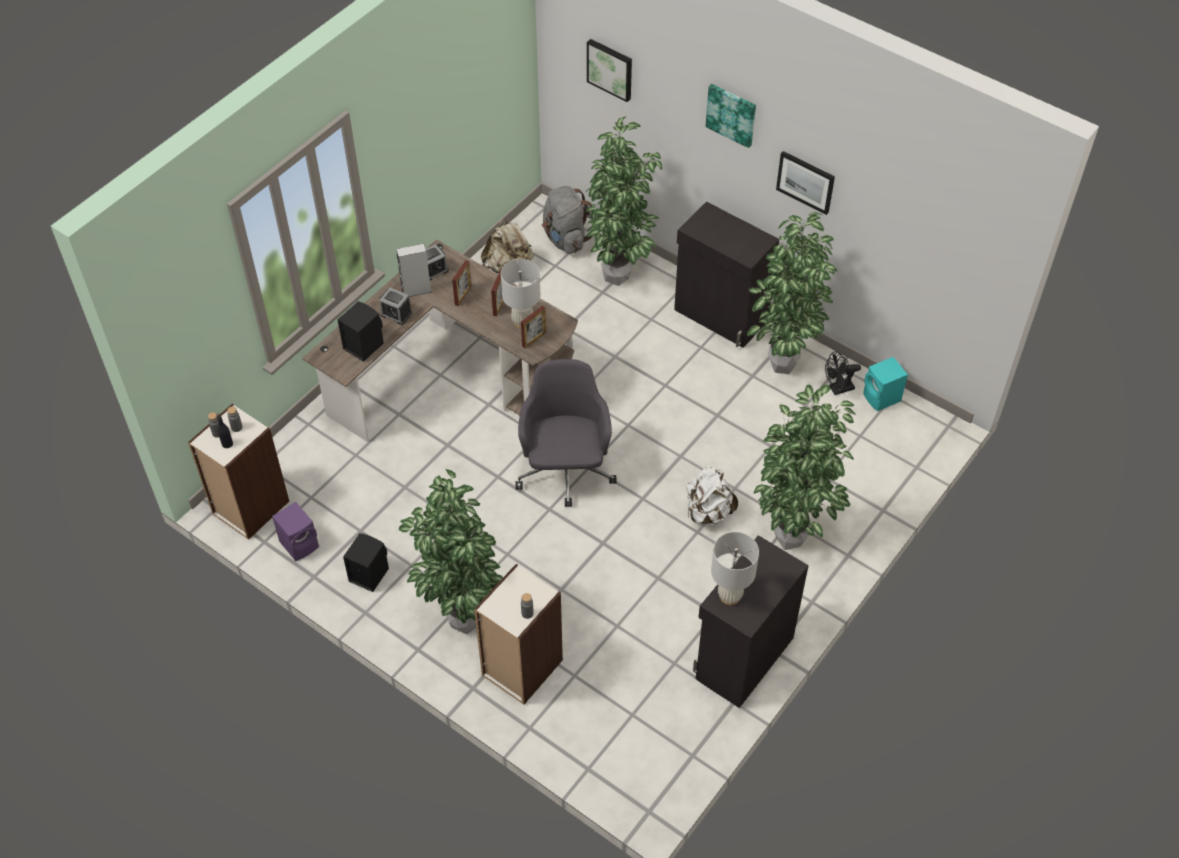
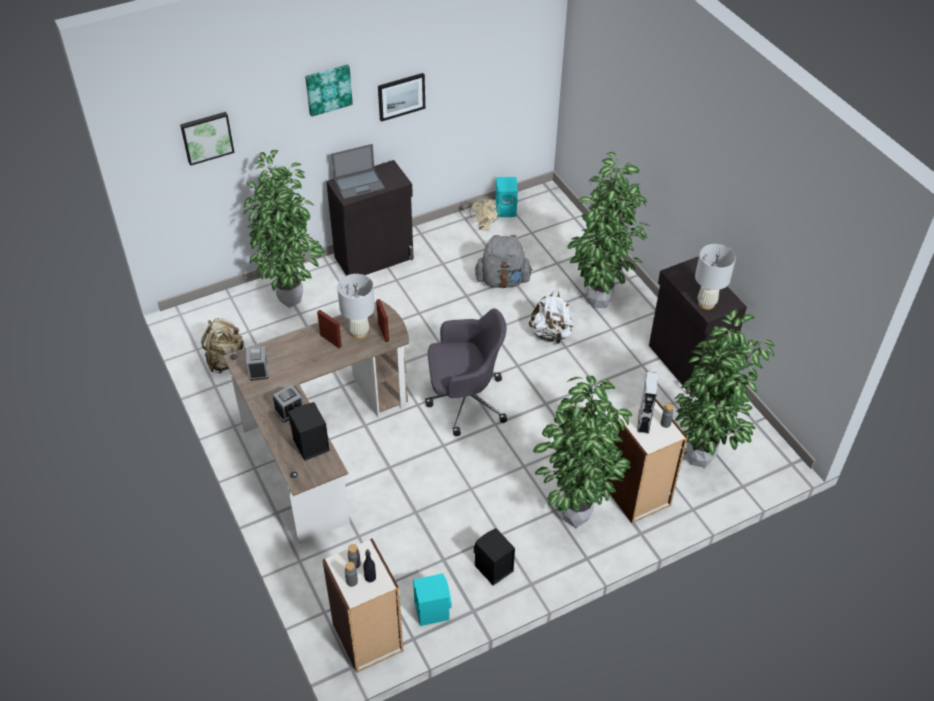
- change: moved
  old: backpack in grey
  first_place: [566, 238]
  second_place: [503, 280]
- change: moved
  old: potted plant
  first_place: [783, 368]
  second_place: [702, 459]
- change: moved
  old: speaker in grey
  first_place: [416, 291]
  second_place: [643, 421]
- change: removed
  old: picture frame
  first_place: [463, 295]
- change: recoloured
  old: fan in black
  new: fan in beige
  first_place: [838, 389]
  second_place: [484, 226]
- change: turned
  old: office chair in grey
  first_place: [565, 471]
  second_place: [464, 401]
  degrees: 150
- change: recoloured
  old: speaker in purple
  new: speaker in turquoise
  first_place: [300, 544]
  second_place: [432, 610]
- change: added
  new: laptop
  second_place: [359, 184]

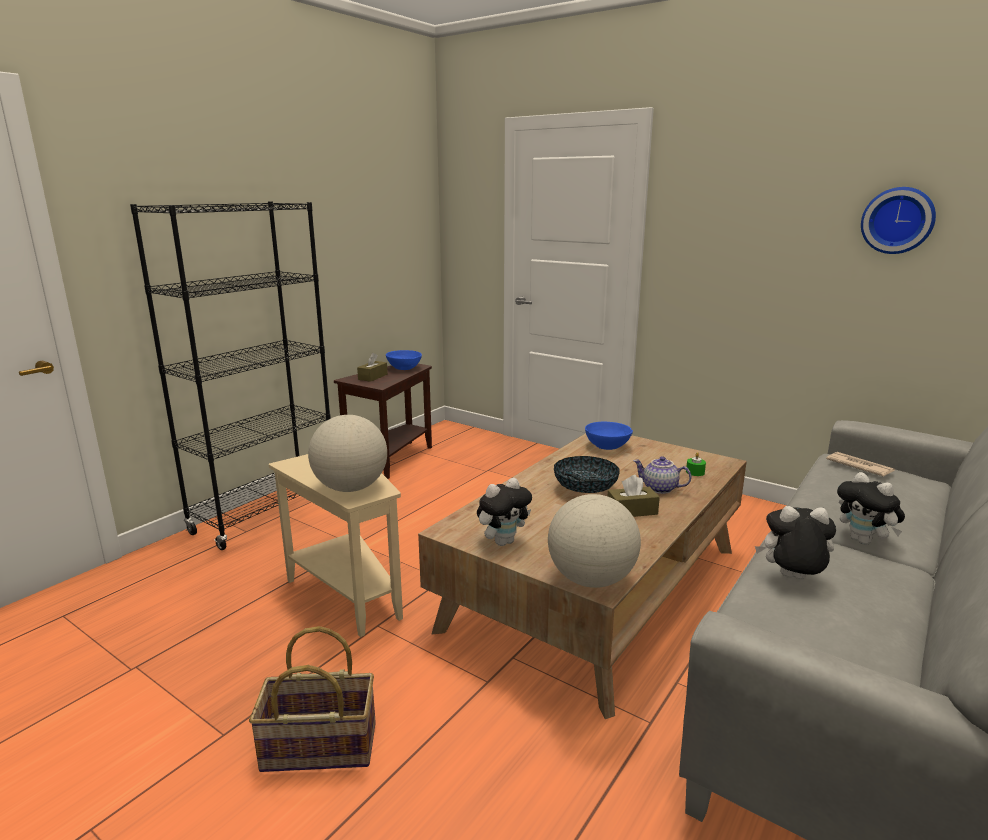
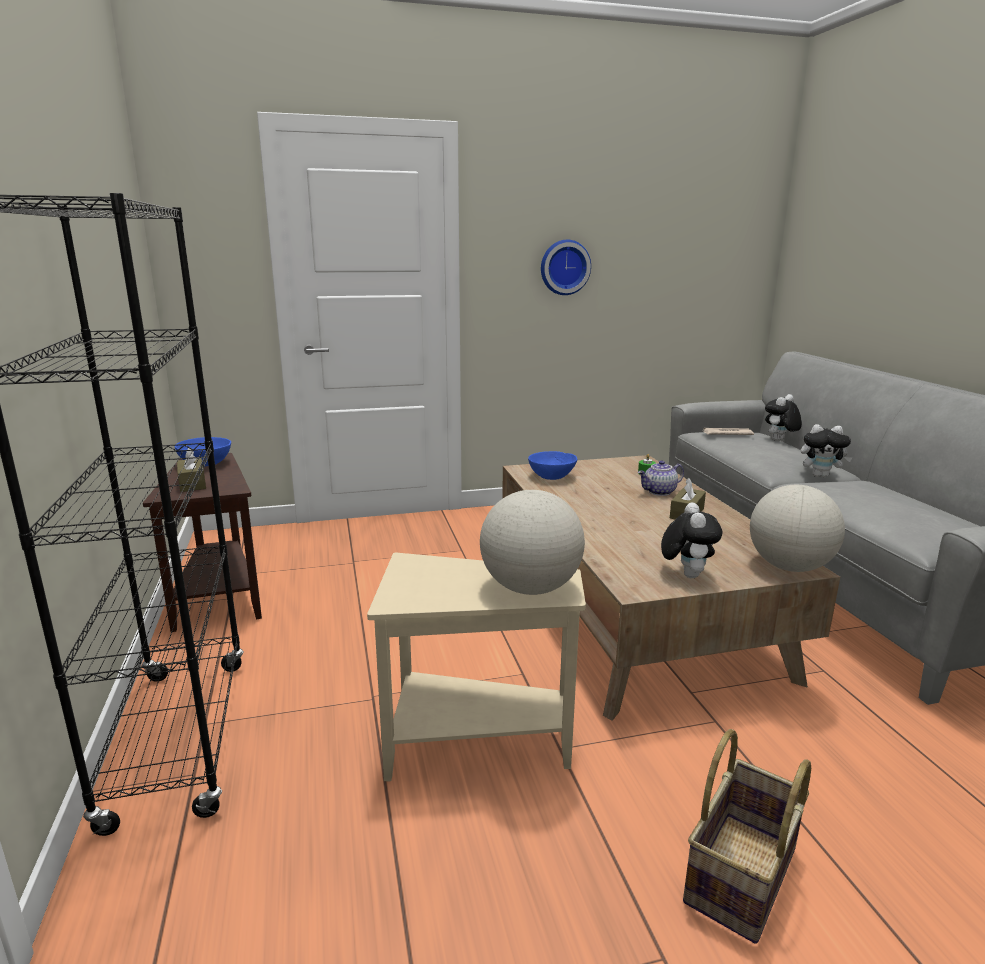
- change: moved
  old: wall clock
  first_place: [897, 220]
  second_place: [564, 267]
- change: removed
  old: bowl
  first_place: [585, 489]
- change: moved
  old: plush toy
  first_place: [791, 579]
  second_place: [779, 441]

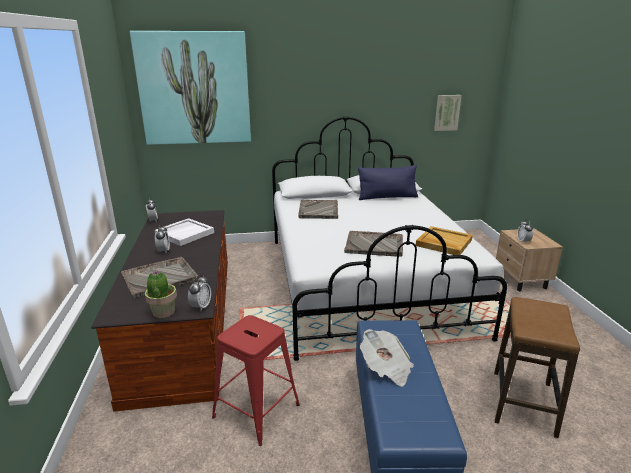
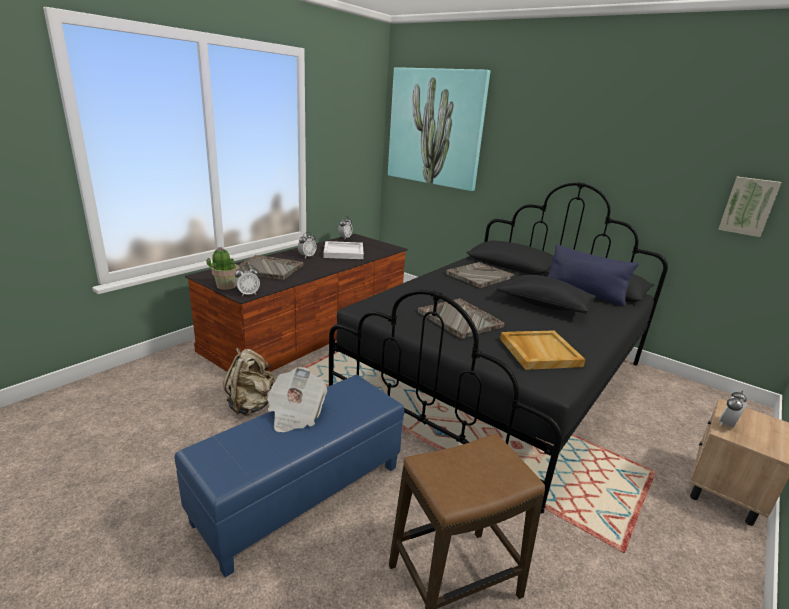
- change: recoloured
  old: bed in white
  new: bed in black
  first_place: [364, 283]
  second_place: [498, 378]
- change: replaced
  old: stool in red
  new: backpack in beige
  first_place: [256, 411]
  second_place: [251, 405]
- change: added
  new: pillow in black
  second_place: [543, 305]

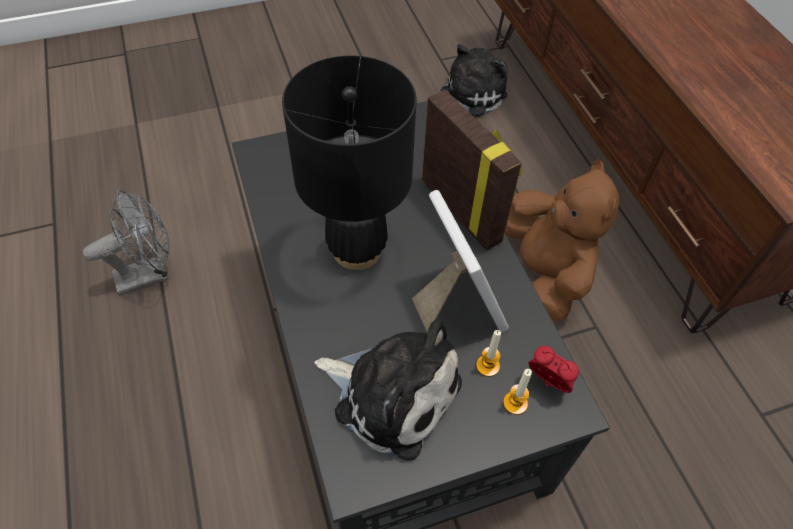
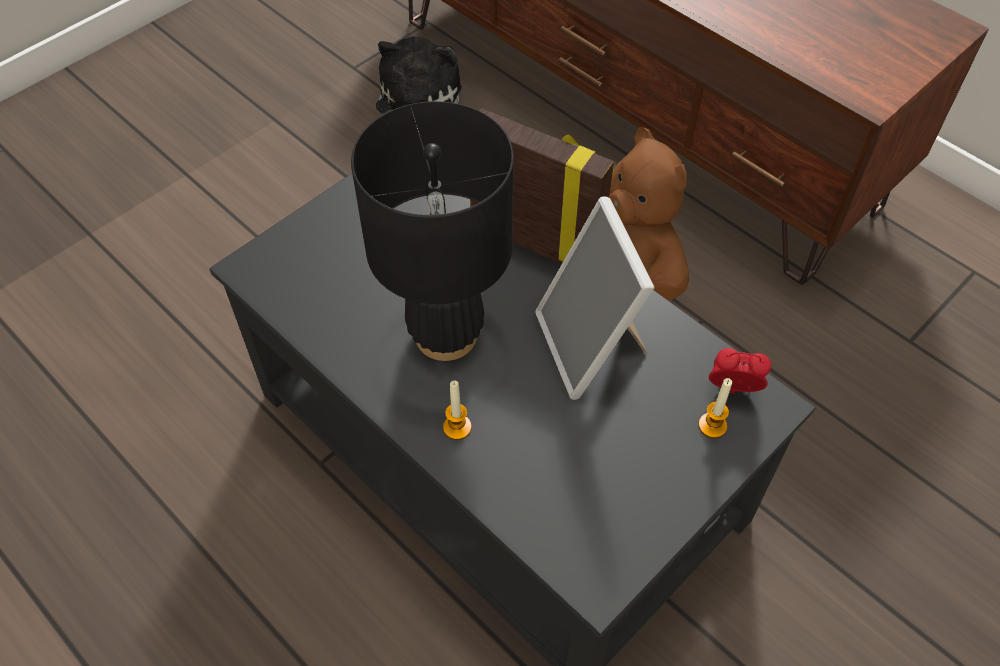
- change: removed
  old: fan in grey
  first_place: [149, 274]
- change: turned
  old: picture frame
  first_place: [457, 303]
  second_place: [591, 347]
  degrees: -150
- change: removed
  old: plush toy
  first_place: [391, 393]
- change: moved
  old: candle
  first_place: [487, 366]
  second_place: [457, 427]

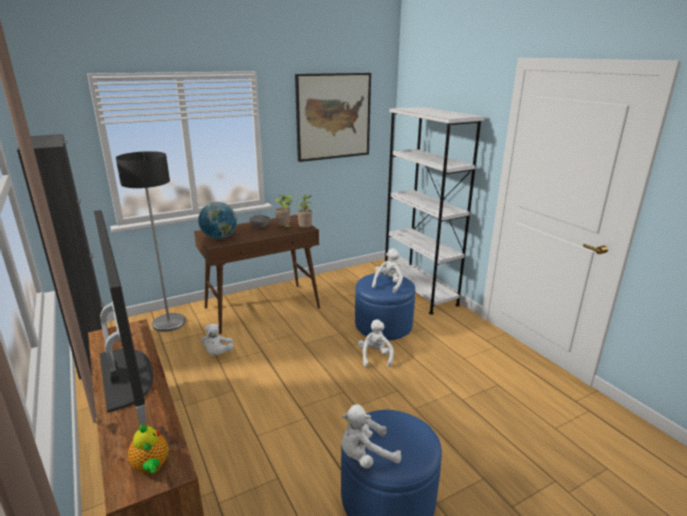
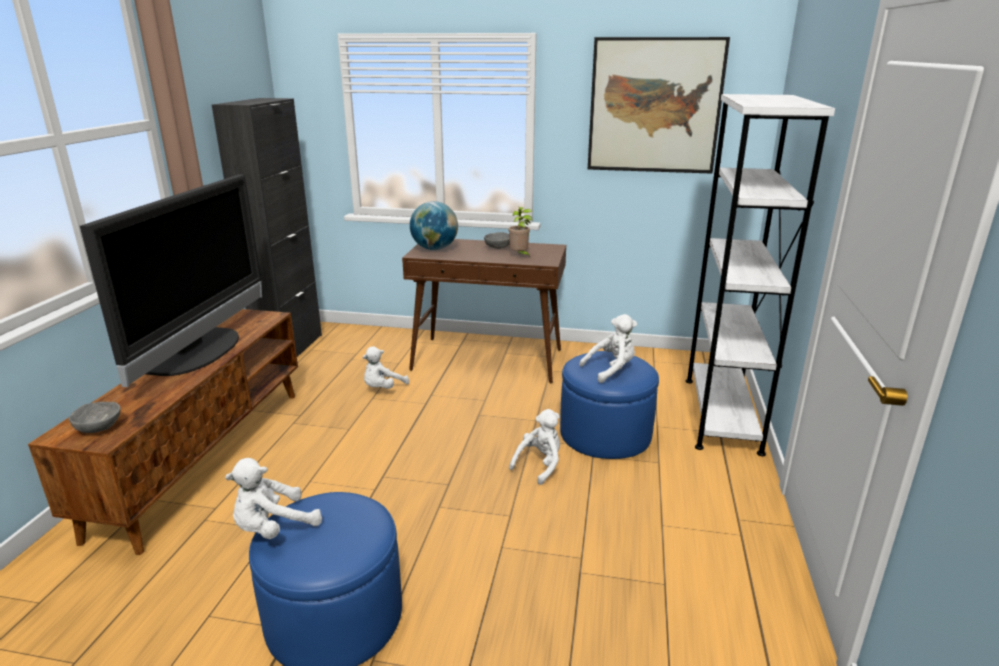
- change: removed
  old: floor lamp
  first_place: [169, 323]
- change: removed
  old: potted plant
  first_place: [305, 230]
- change: turned
  old: plush toy in white
  first_place: [365, 456]
  second_place: [273, 528]
  degrees: -60
- change: replaced
  old: teapot
  new: bowl in grey
  first_place: [151, 467]
  second_place: [99, 428]

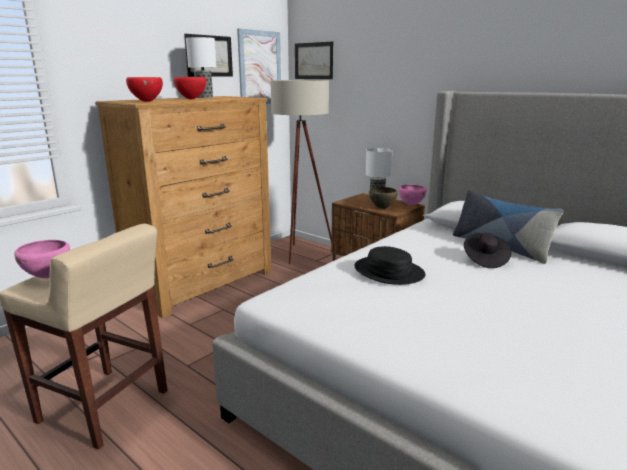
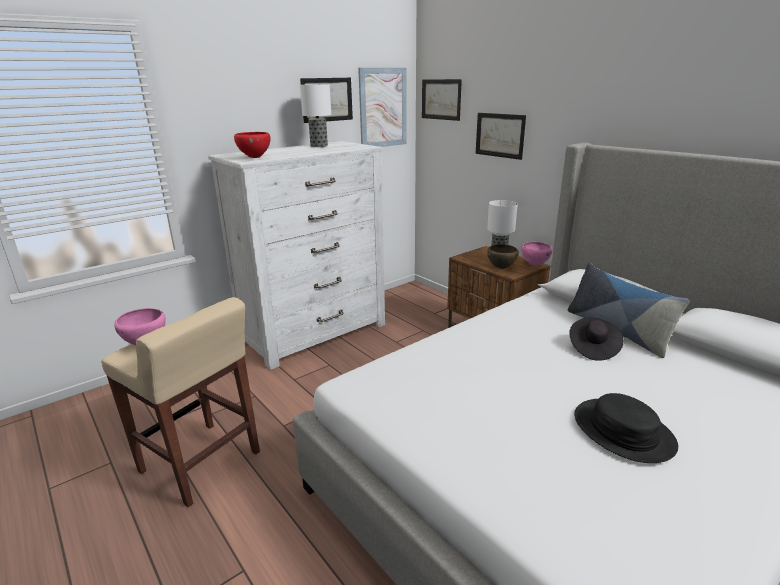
- change: removed
  old: bowl in red
  first_place: [191, 99]
- change: removed
  old: floor lamp in beige
  first_place: [302, 256]
- change: recoloured
  old: dresser in brown
  new: dresser in white
  first_place: [203, 283]
  second_place: [315, 333]
- change: moved
  old: hat in black
  first_place: [388, 272]
  second_place: [622, 431]
- change: added
  new: picture
  second_place: [499, 135]

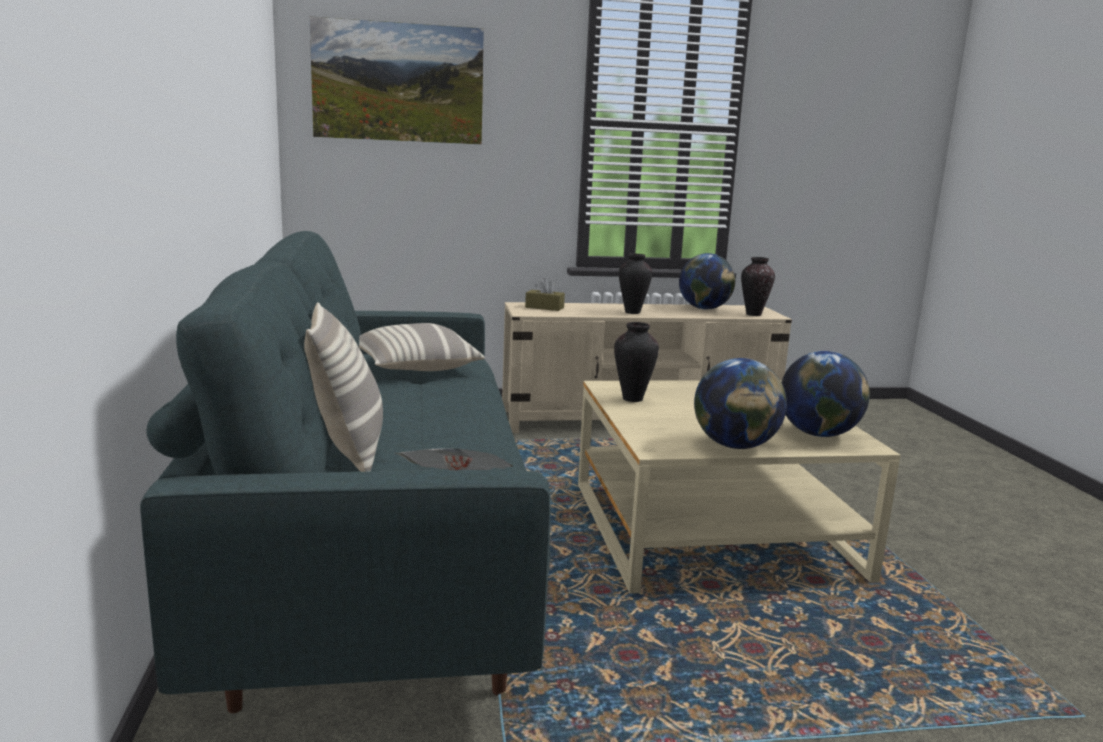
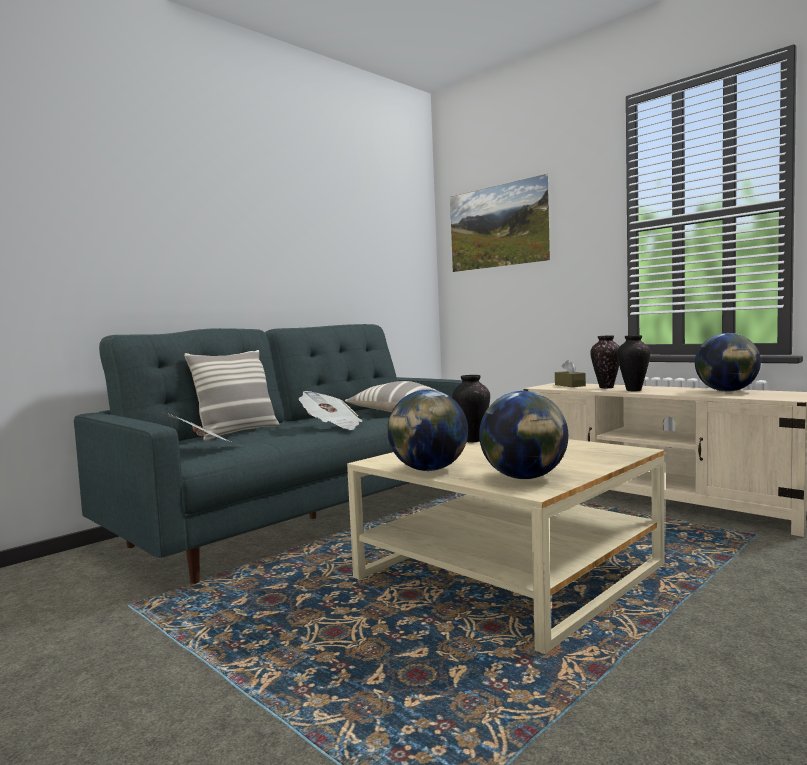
- change: moved
  old: vase
  first_place: [753, 314]
  second_place: [607, 387]
- change: added
  new: newspaper
  second_place: [332, 427]

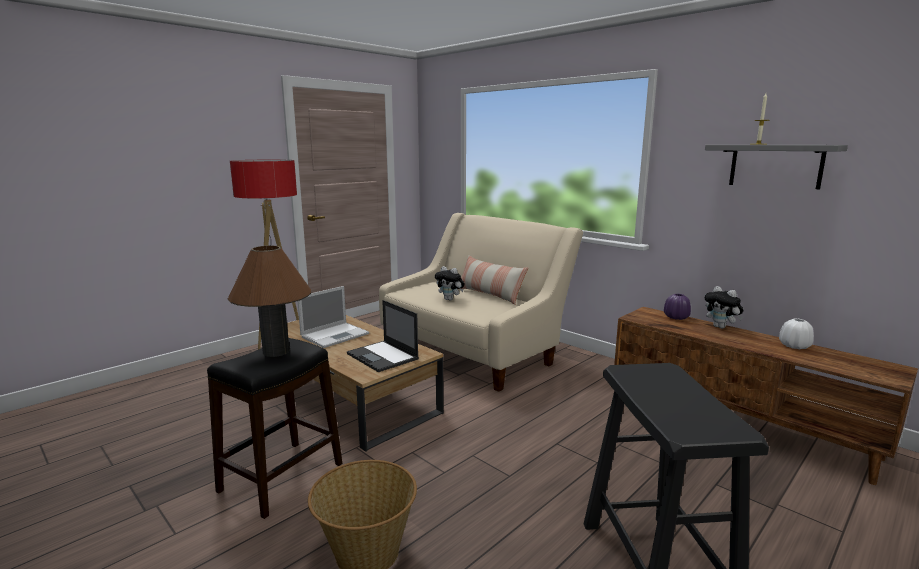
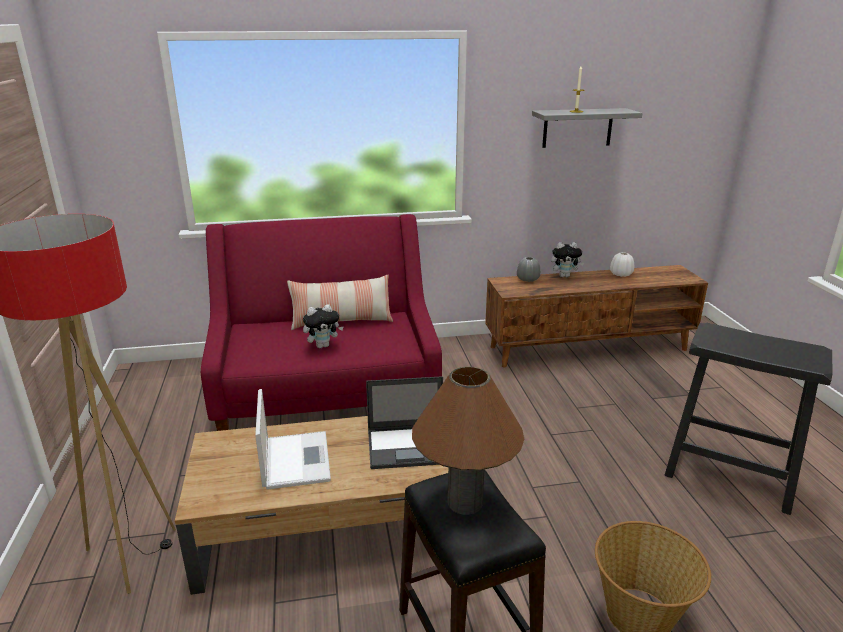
- change: recoloured
  old: sofa in beige
  new: sofa in red
  first_place: [473, 351]
  second_place: [326, 395]
- change: recoloured
  old: vase in purple
  new: vase in grey
  first_place: [676, 317]
  second_place: [527, 279]

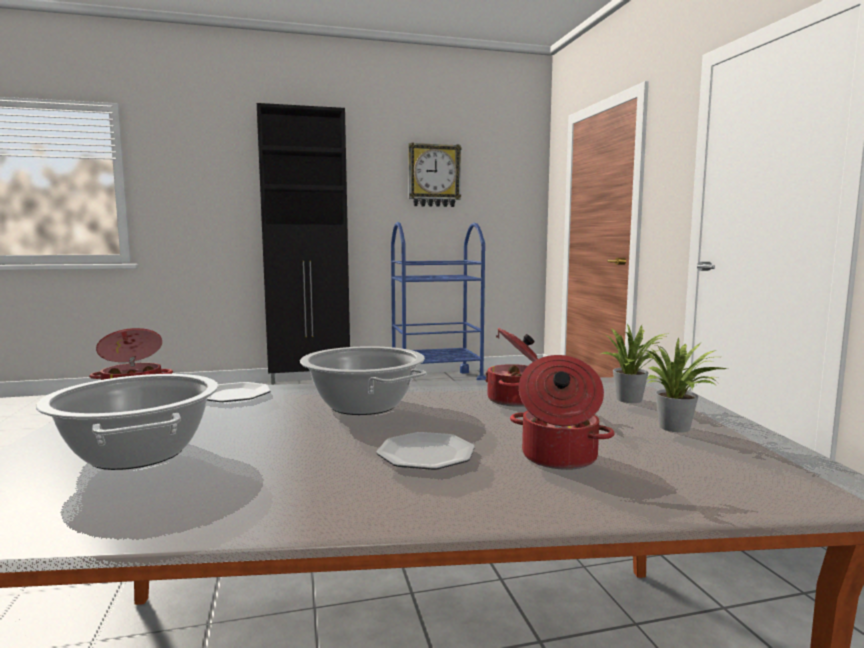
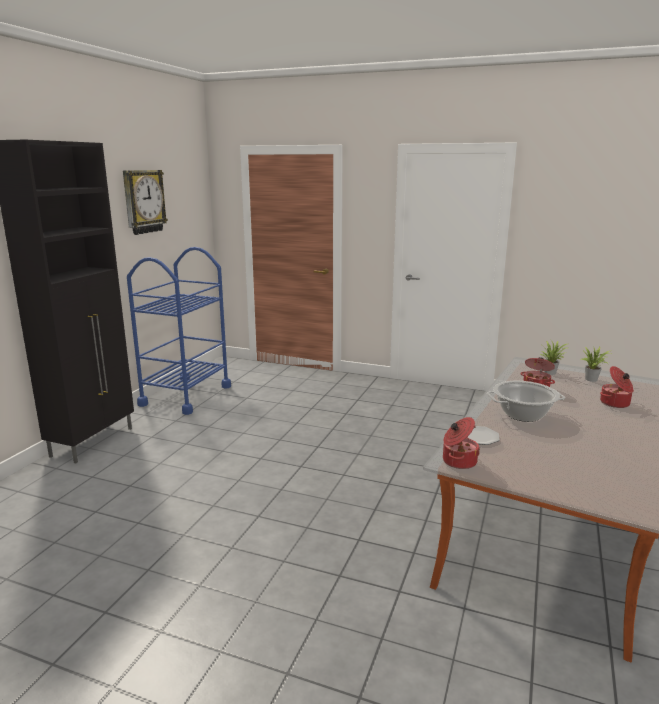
- change: removed
  old: cooking pot
  first_place: [137, 453]
- change: removed
  old: plate
  first_place: [425, 455]

